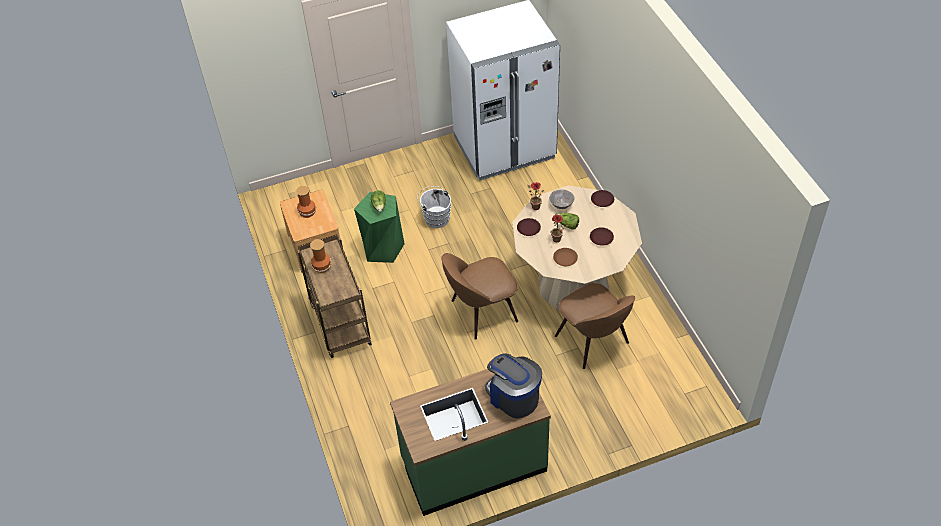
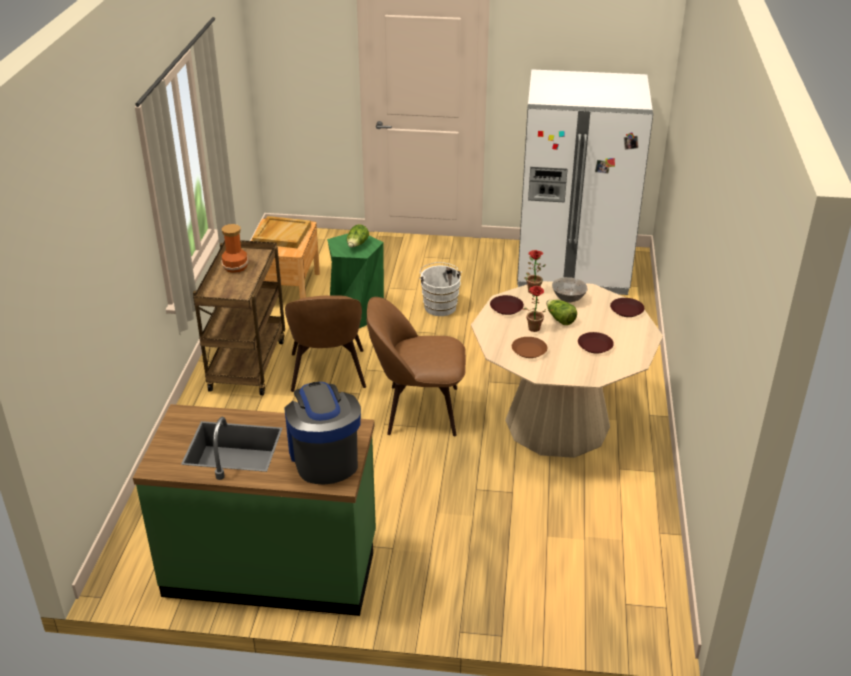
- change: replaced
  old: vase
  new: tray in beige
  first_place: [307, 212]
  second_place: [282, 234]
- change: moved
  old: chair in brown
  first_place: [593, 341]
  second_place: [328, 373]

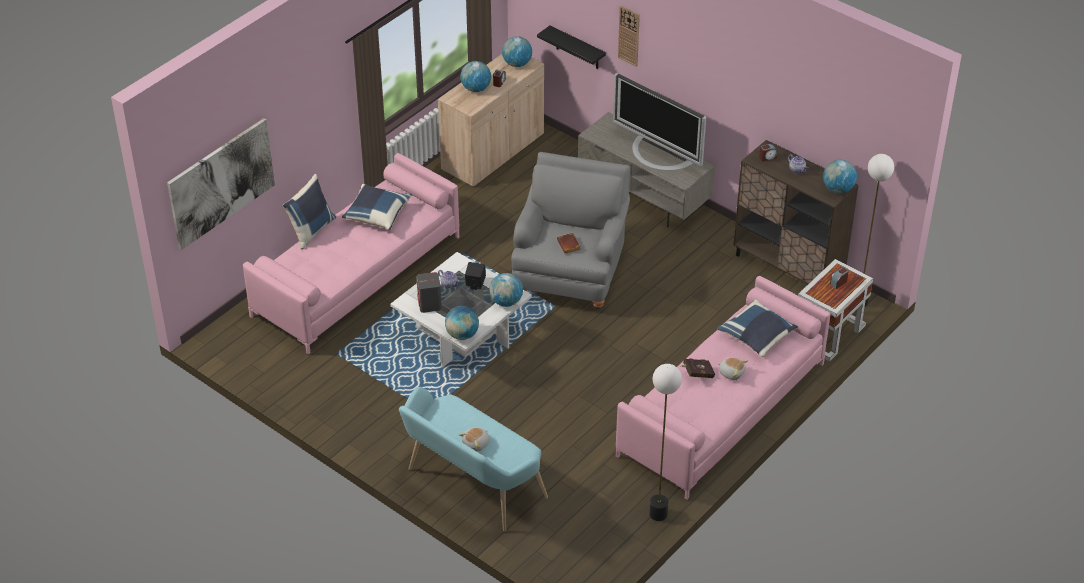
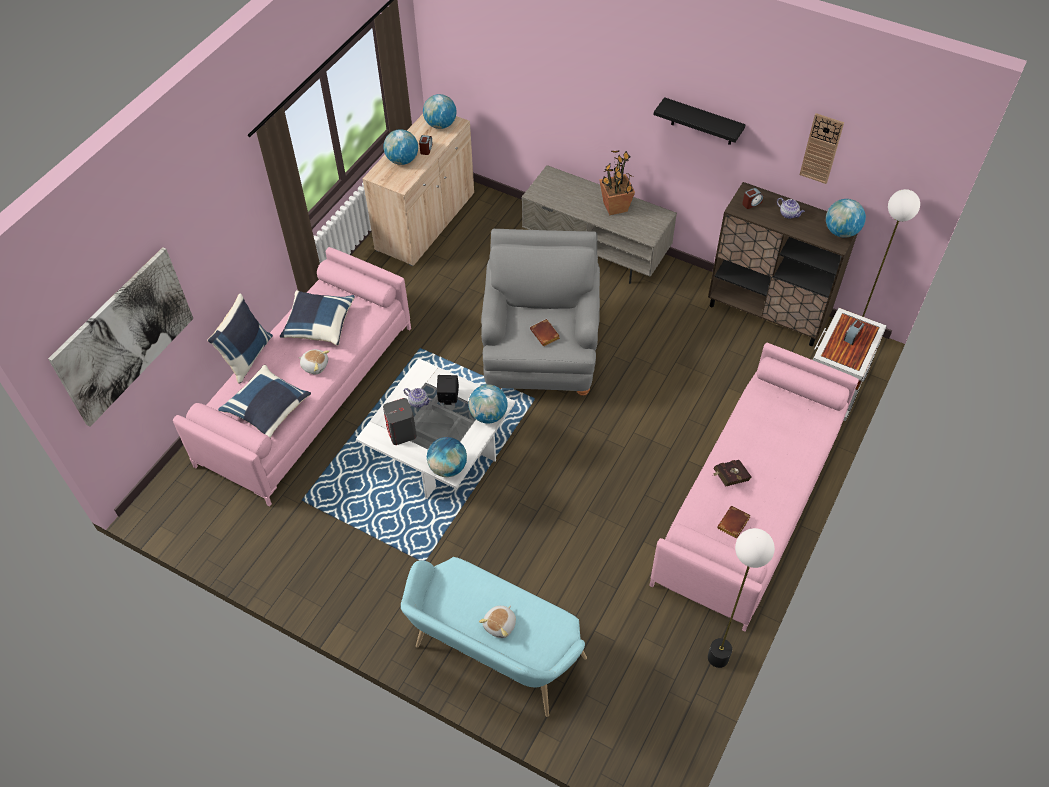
- change: moved
  old: wall clock
  first_place: [629, 35]
  second_place: [821, 148]
- change: moved
  old: shelf in black
  first_place: [577, 48]
  second_place: [702, 122]
- change: replaced
  old: television
  new: potted plant
  first_place: [660, 154]
  second_place: [615, 207]
- change: moved
  old: pillow in blue
  first_place: [757, 337]
  second_place: [268, 410]
- change: moved
  old: plush toy
  first_place: [731, 372]
  second_place: [315, 365]
- change: added
  new: book in brown
  second_place: [733, 524]

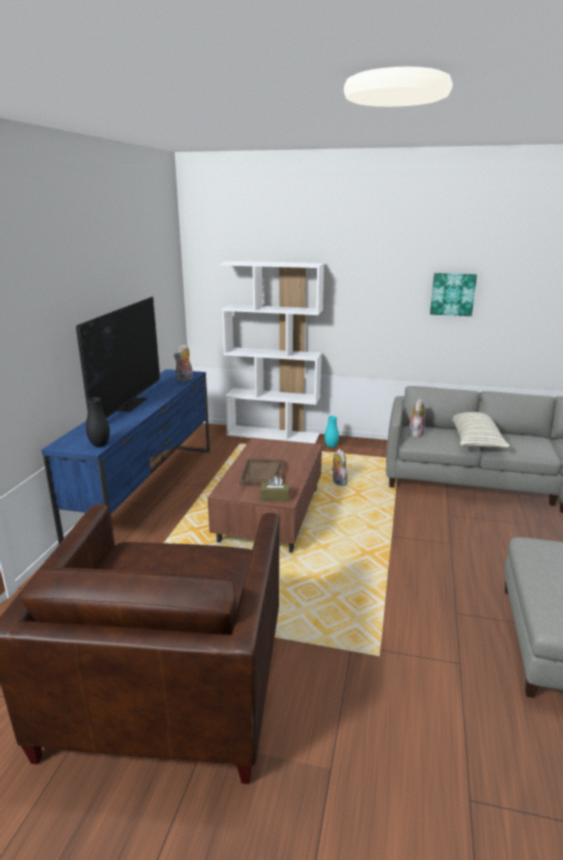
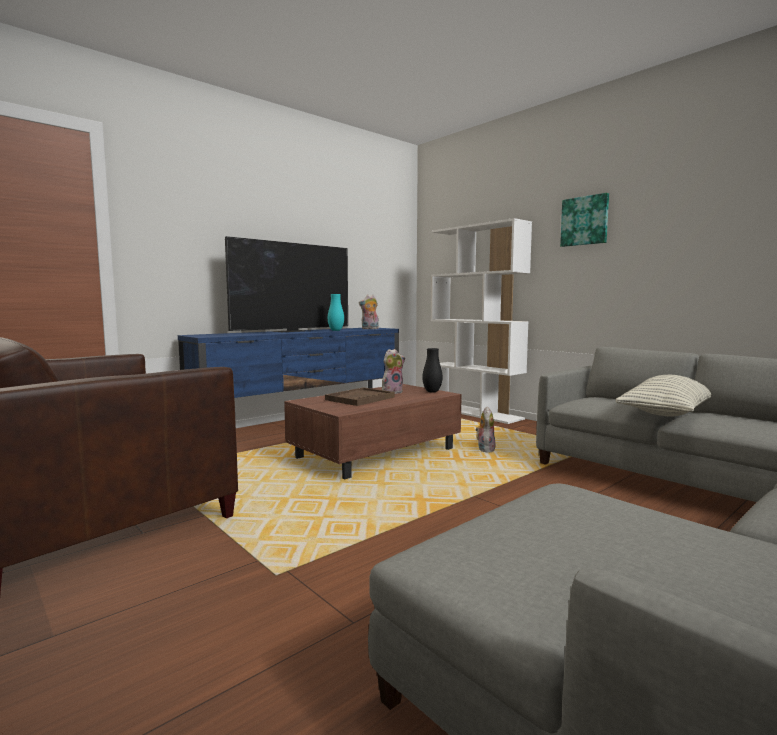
- change: moved
  old: picture
  first_place: [452, 294]
  second_place: [585, 221]
- change: moved
  old: vase in black
  first_place: [99, 445]
  second_place: [432, 391]
- change: moved
  old: plush toy
  first_place: [415, 433]
  second_place: [392, 392]
- change: moved
  old: vase in turquoise
  first_place: [331, 446]
  second_place: [336, 330]
- change: removed
  old: tissue box in brown
  first_place: [275, 497]

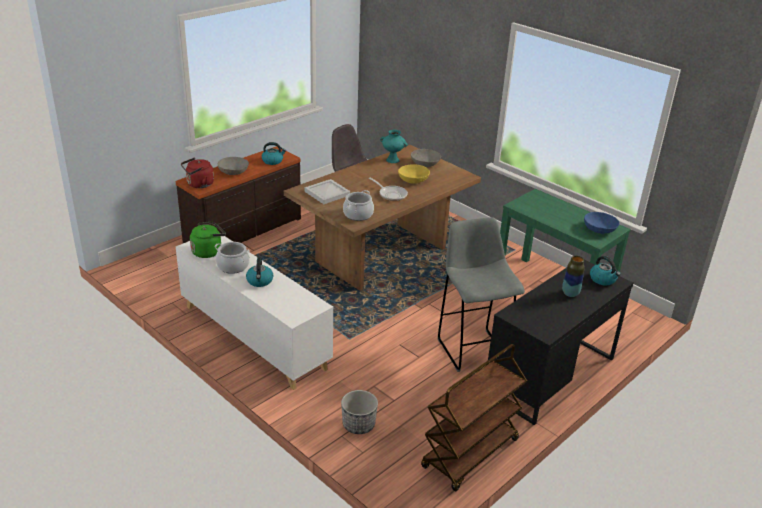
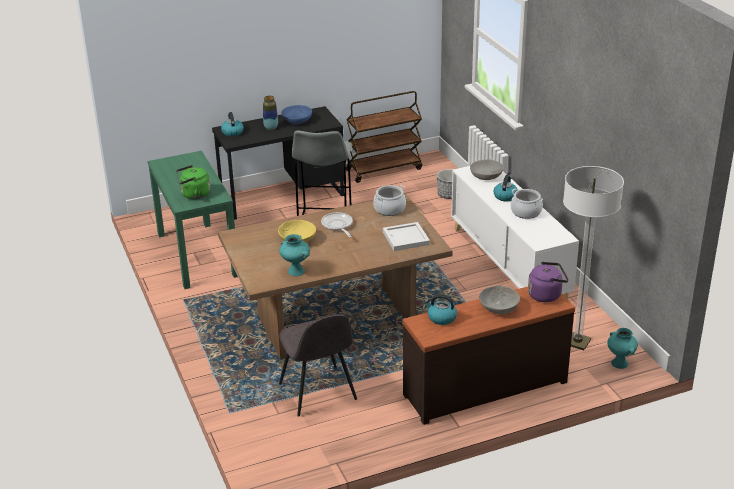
- change: moved
  old: bowl in grey
  first_place: [425, 164]
  second_place: [486, 176]
- change: recoloured
  old: kettle in red
  new: kettle in purple
  first_place: [198, 184]
  second_place: [546, 295]
- change: moved
  old: bowl in blue
  first_place: [599, 229]
  second_place: [297, 120]
- change: moved
  old: kettle in green
  first_place: [208, 251]
  second_place: [194, 195]
- change: added
  new: floor lamp
  second_place: [577, 342]
- change: added
  new: vase in turquoise
  second_place: [620, 363]

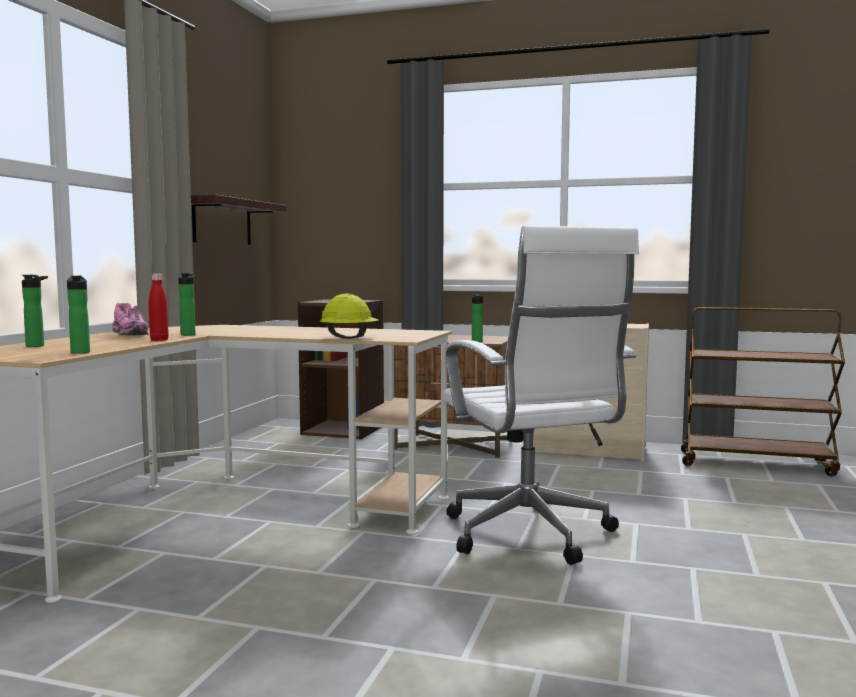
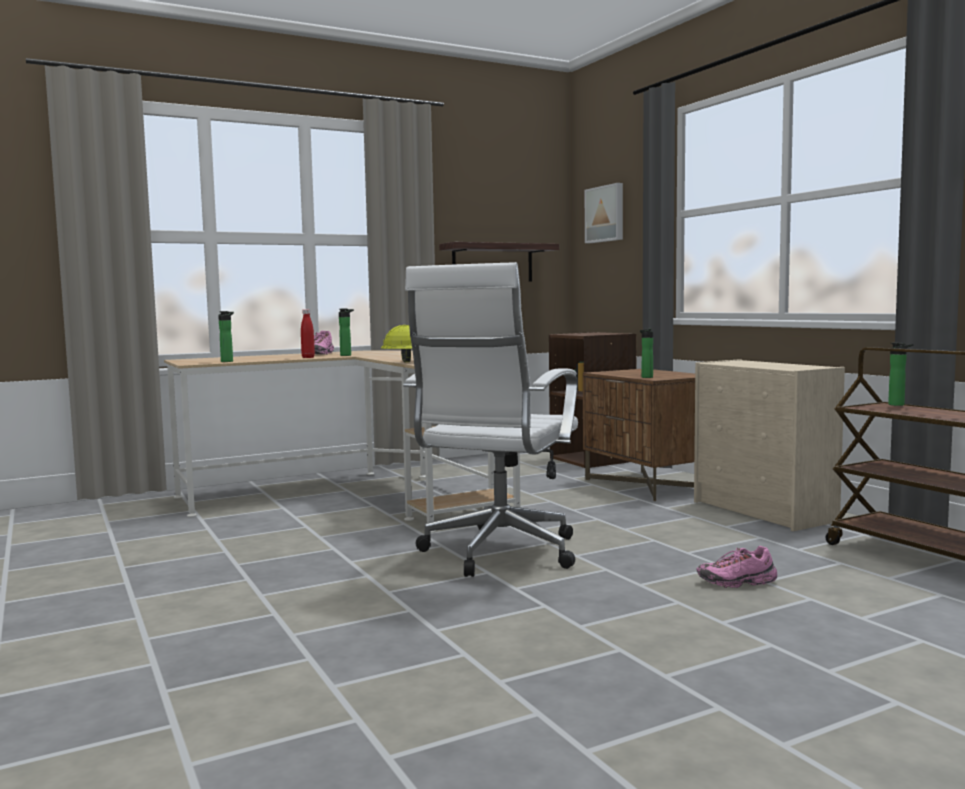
- change: moved
  old: bottle
  first_place: [37, 346]
  second_place: [899, 405]
- change: added
  new: picture
  second_place: [605, 214]
- change: added
  new: shoe in pink
  second_place: [737, 582]

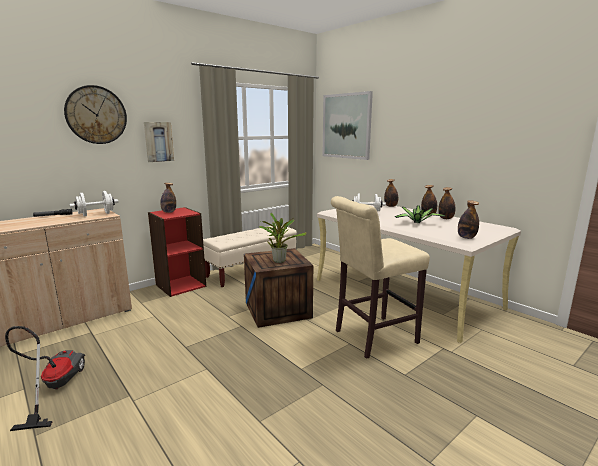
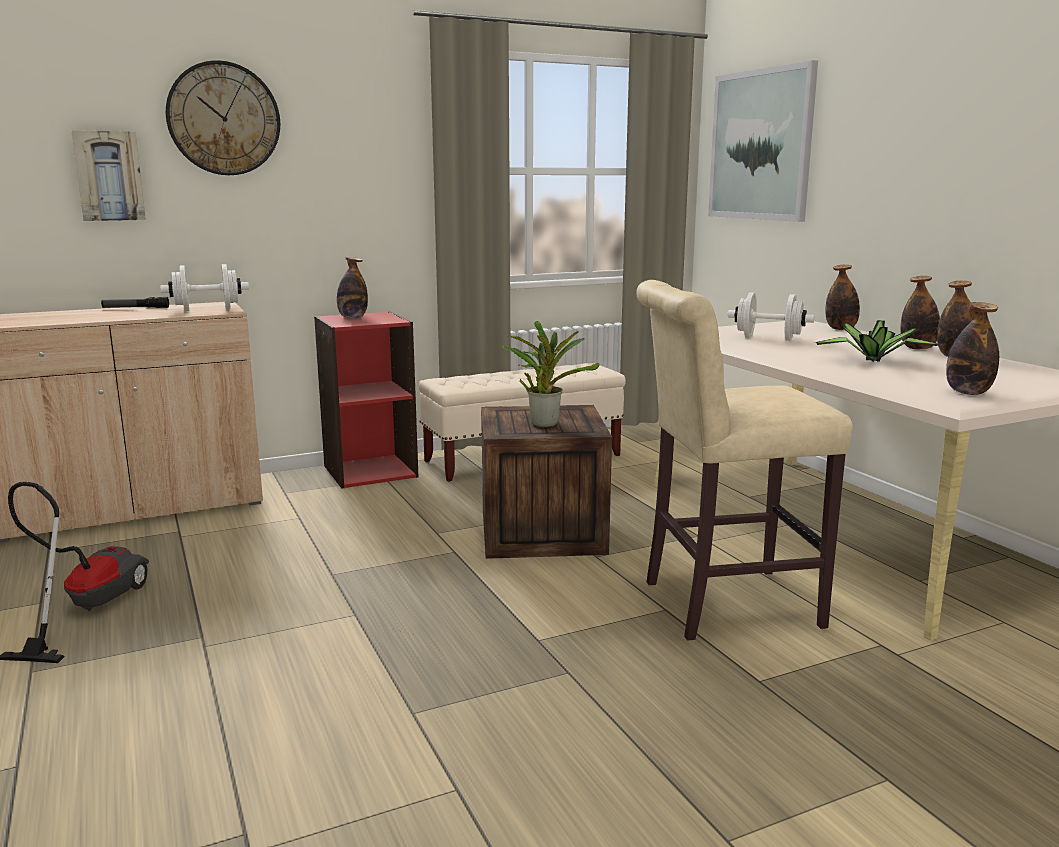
- change: moved
  old: picture
  first_place: [158, 142]
  second_place: [109, 176]

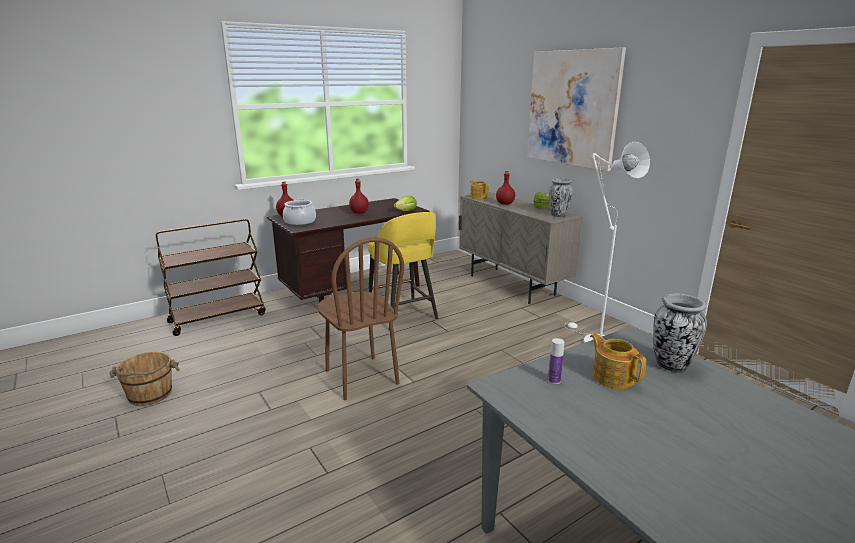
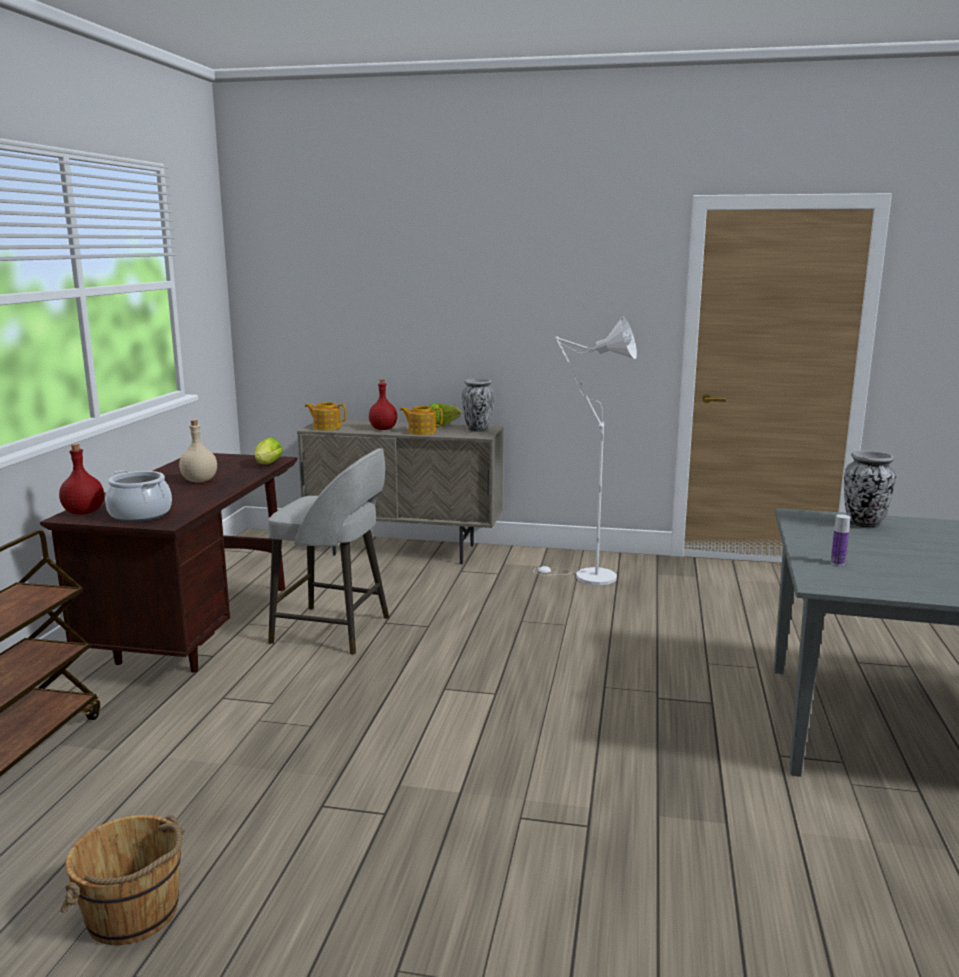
- change: removed
  old: picture
  first_place: [572, 108]
- change: recoloured
  old: bottle in red
  new: bottle in beige
  first_place: [359, 212]
  second_place: [199, 481]
- change: recoloured
  old: stool in yellow
  new: stool in grey
  first_place: [403, 315]
  second_place: [334, 630]
- change: removed
  old: chair in brown
  first_place: [361, 377]
- change: moved
  old: teapot
  first_place: [613, 377]
  second_place: [421, 432]

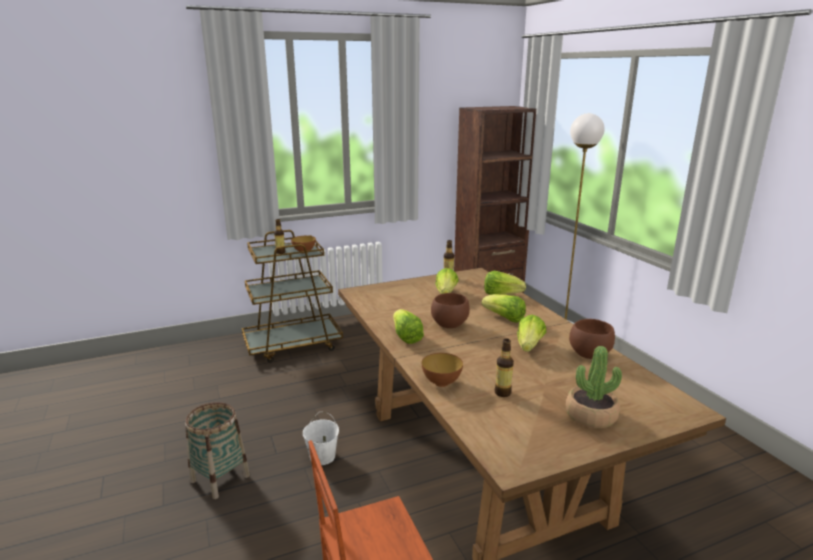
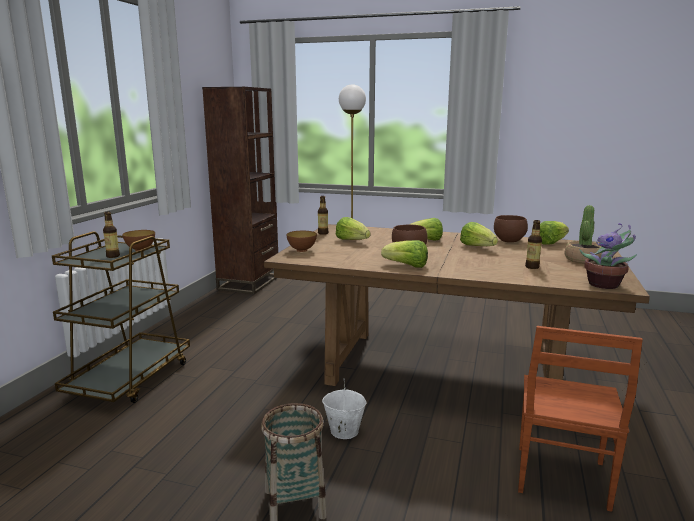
- change: moved
  old: lettuce
  first_place: [501, 294]
  second_place: [551, 242]
- change: moved
  old: bowl
  first_place: [441, 383]
  second_place: [302, 250]
- change: added
  new: potted plant
  second_place: [605, 285]

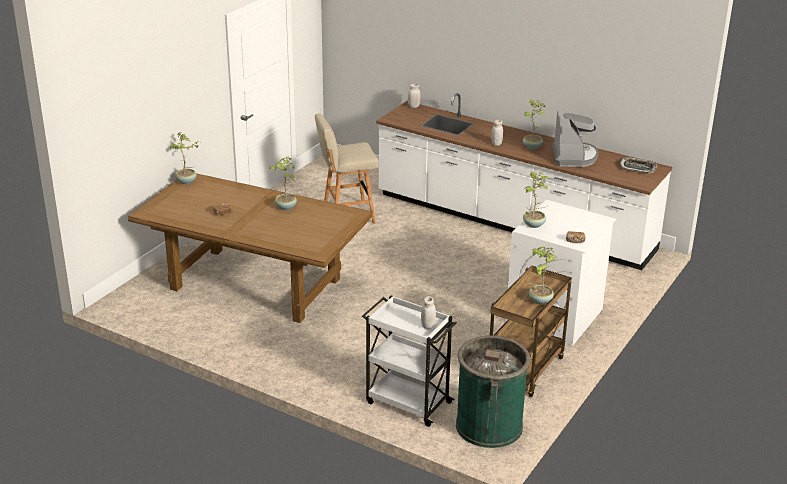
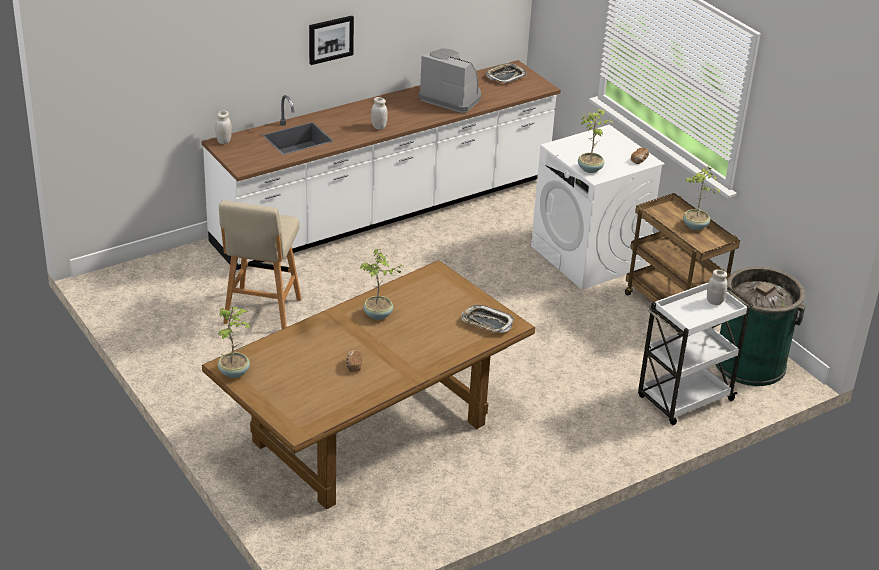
- change: removed
  old: potted plant
  first_place: [532, 147]
- change: added
  new: picture
  second_place: [330, 39]
- change: added
  new: tray
  second_place: [486, 322]

